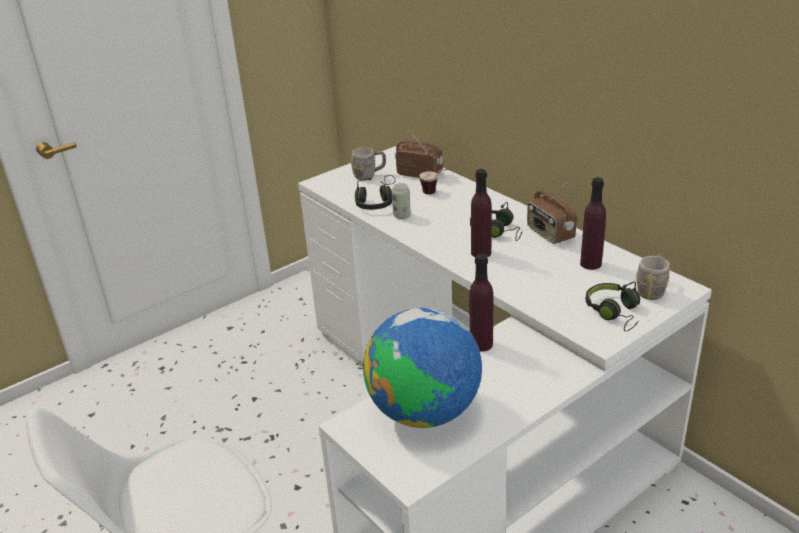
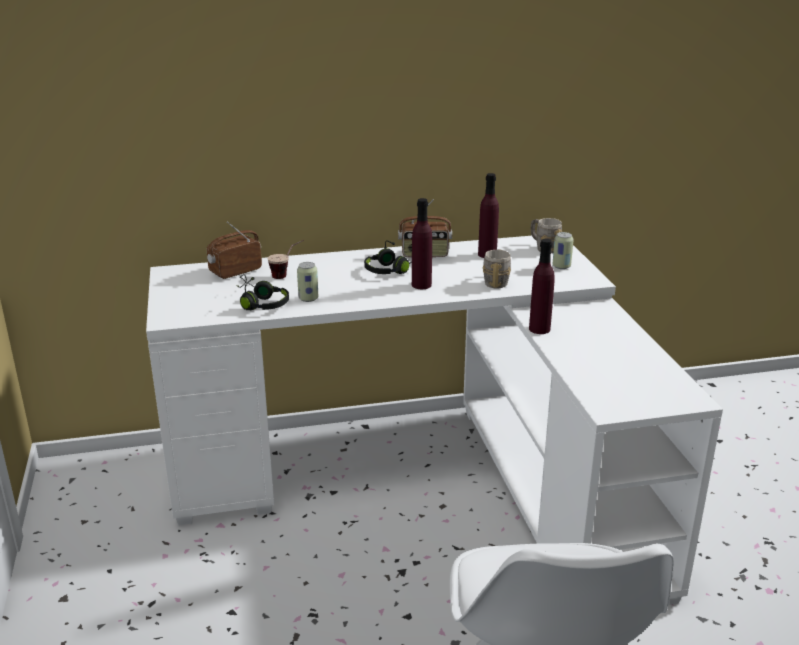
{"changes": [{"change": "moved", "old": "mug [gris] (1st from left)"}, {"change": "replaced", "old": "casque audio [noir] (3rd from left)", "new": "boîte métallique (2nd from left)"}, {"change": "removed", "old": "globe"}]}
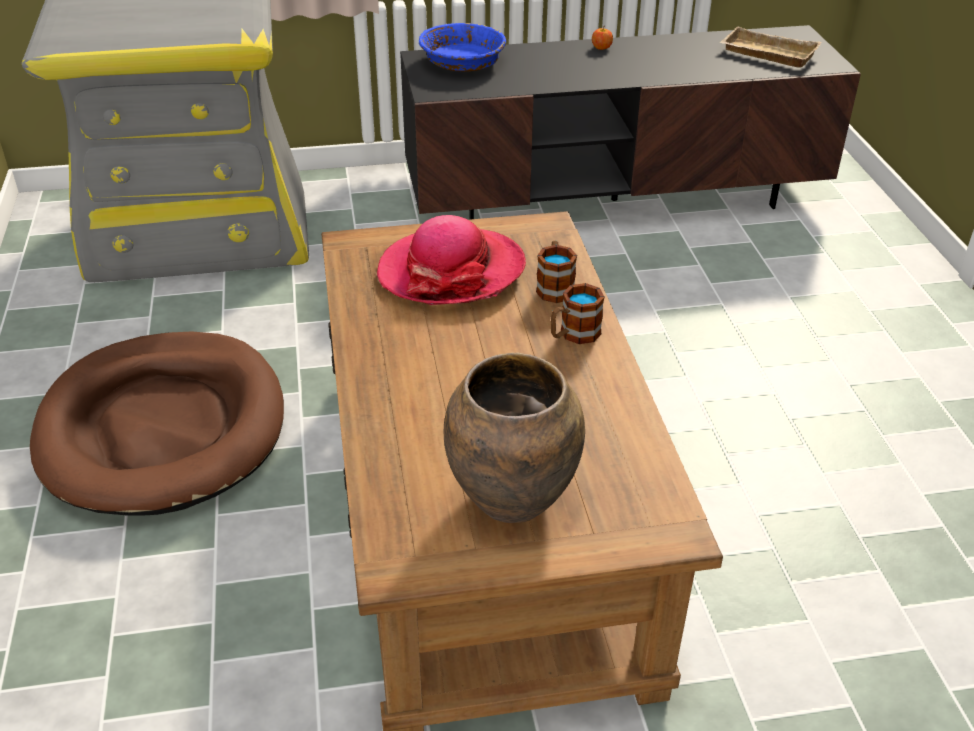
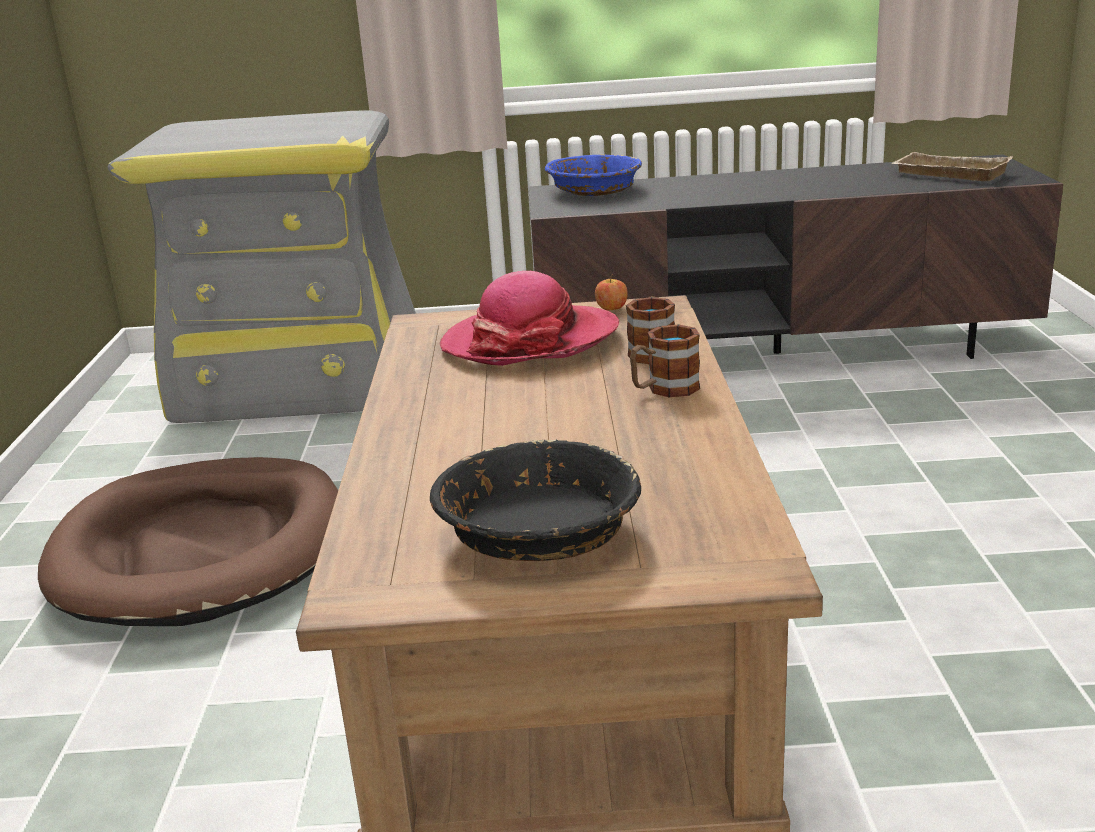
{"changes": [{"change": "moved", "old": "pomme"}, {"change": "replaced", "old": "vase [marron]", "new": "bol [noir]"}]}
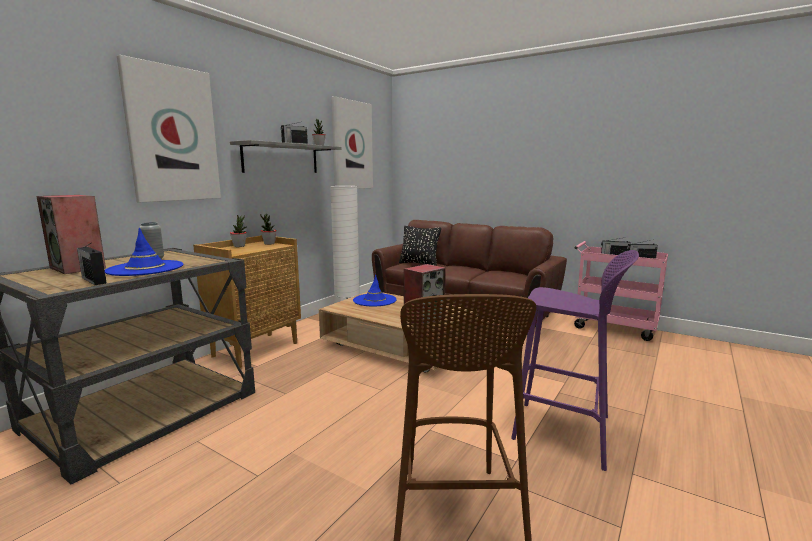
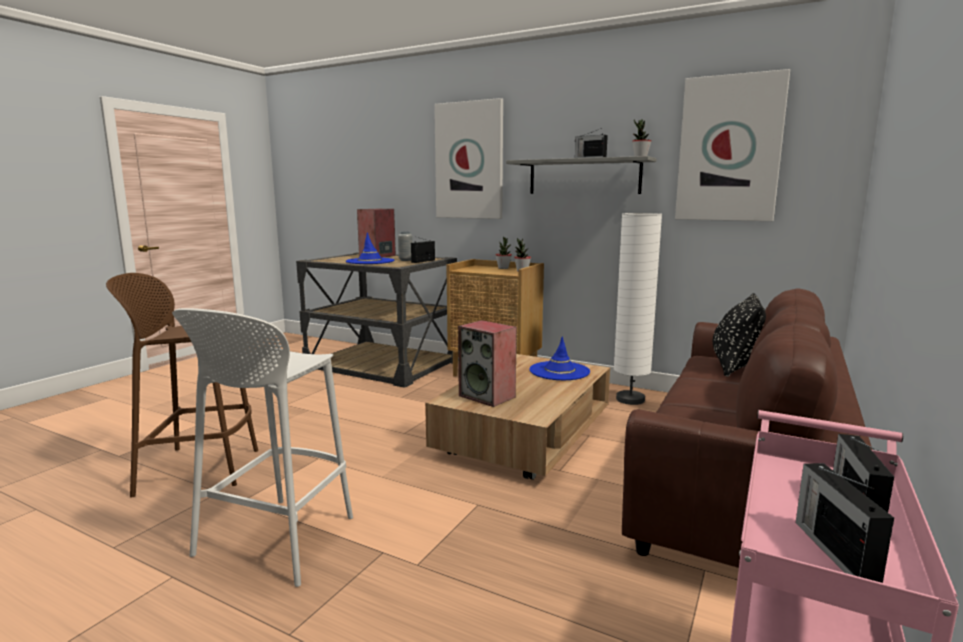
{"changes": [{"change": "moved", "old": "radio (1st from left)"}, {"change": "recoloured", "old": "tabouret [violet]", "new": "tabouret [blanc]"}]}
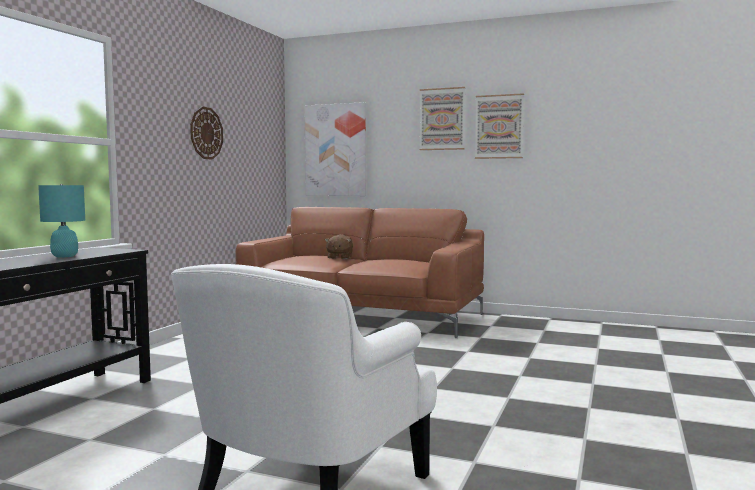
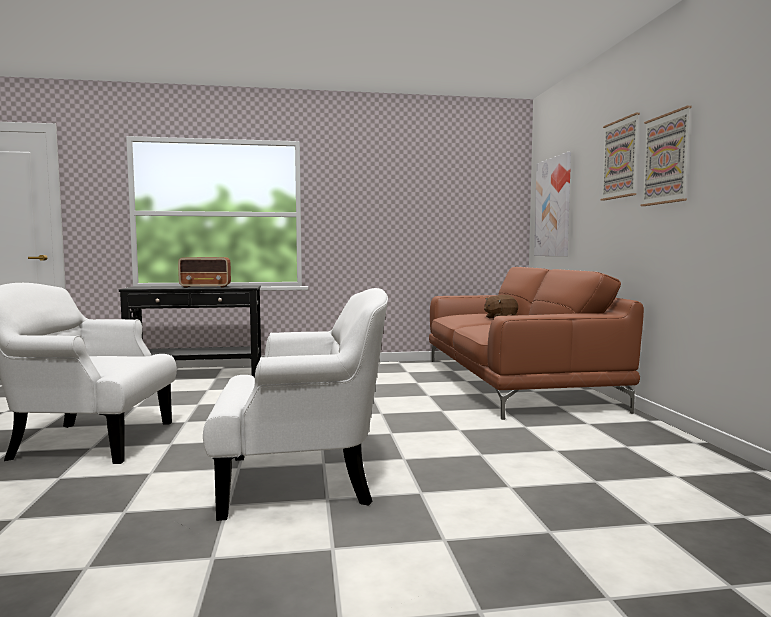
{"changes": [{"change": "removed", "old": "horloge murale"}, {"change": "replaced", "old": "lampe de table [turquoise]", "new": "radio"}, {"change": "added", "new": "fauteuil [blanc] (2nd from left)"}]}
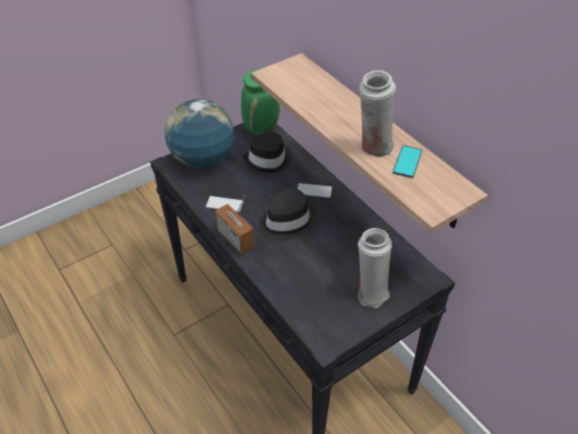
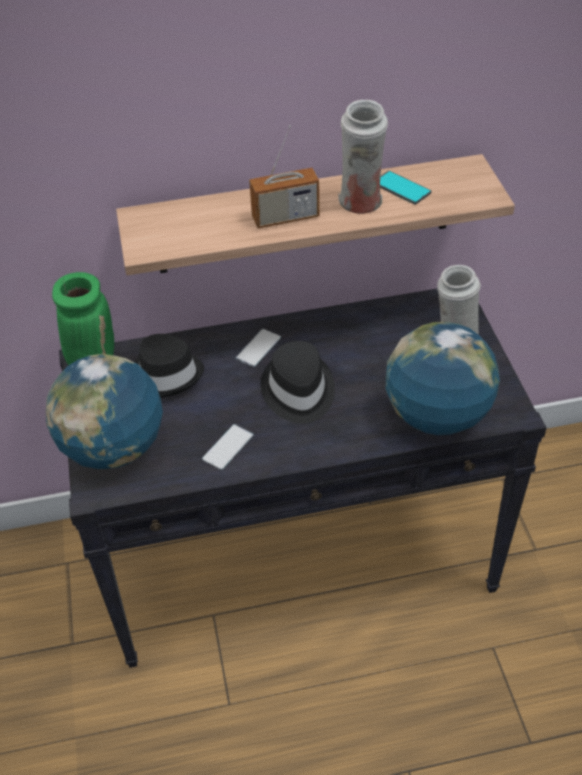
{"changes": [{"change": "moved", "old": "radio"}, {"change": "added", "new": "globe (2nd from left)"}]}
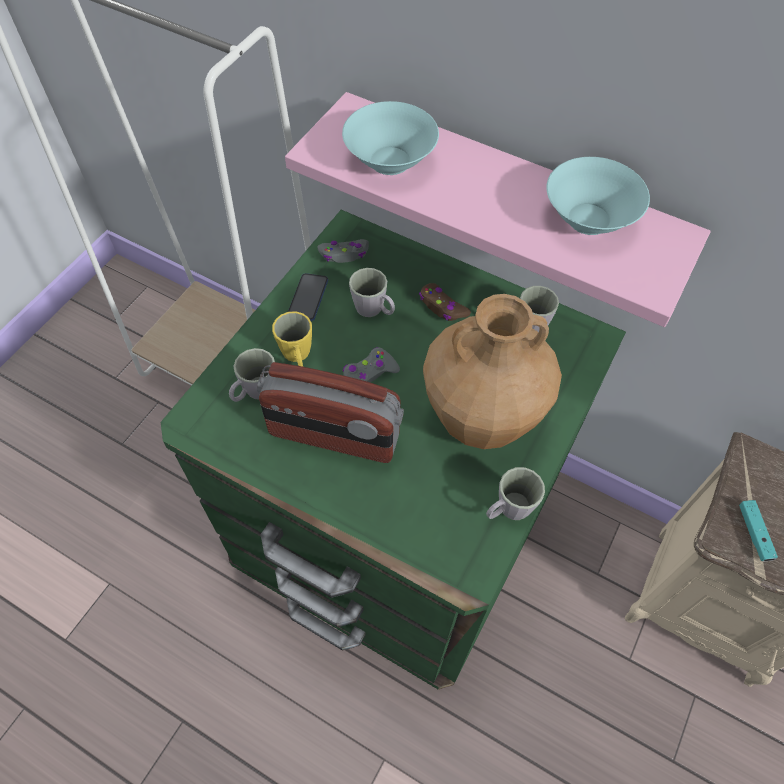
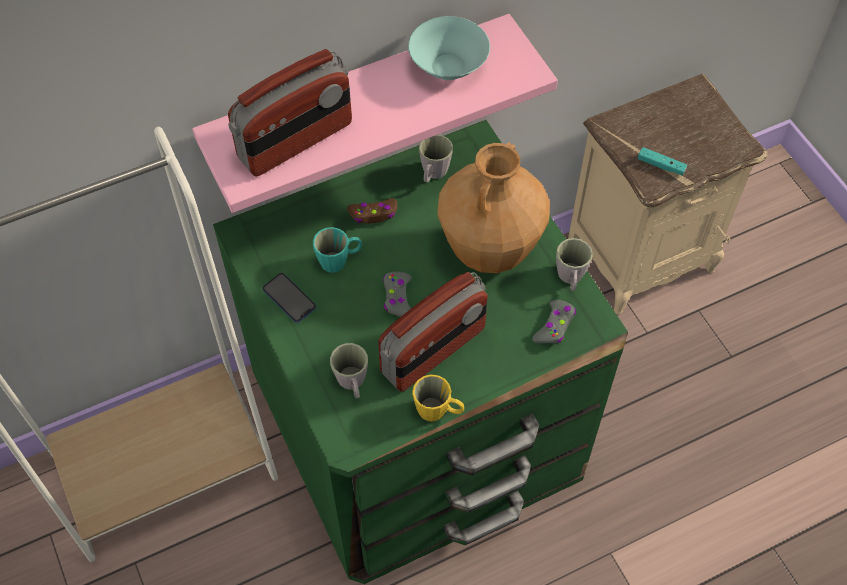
{"changes": [{"change": "replaced", "old": "bol [turquoise] (1st from left)", "new": "radio (1st from left)"}, {"change": "moved", "old": "manette [gris] (1st from left in the first image)", "new": "manette [gris] (2nd from left)"}, {"change": "recoloured", "old": "mug [gris] (2nd from left)", "new": "mug [turquoise]"}, {"change": "moved", "old": "mug [jaune]"}]}
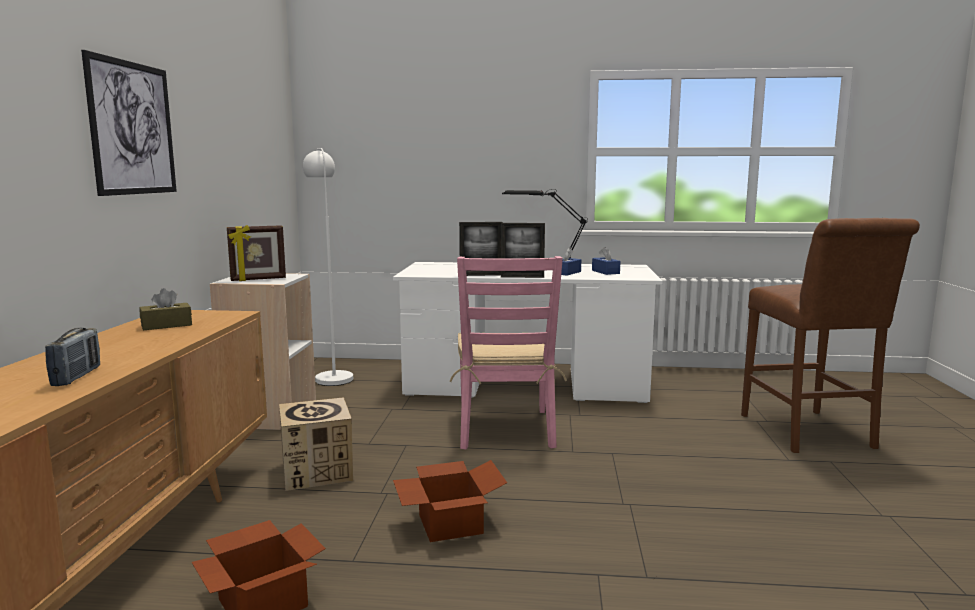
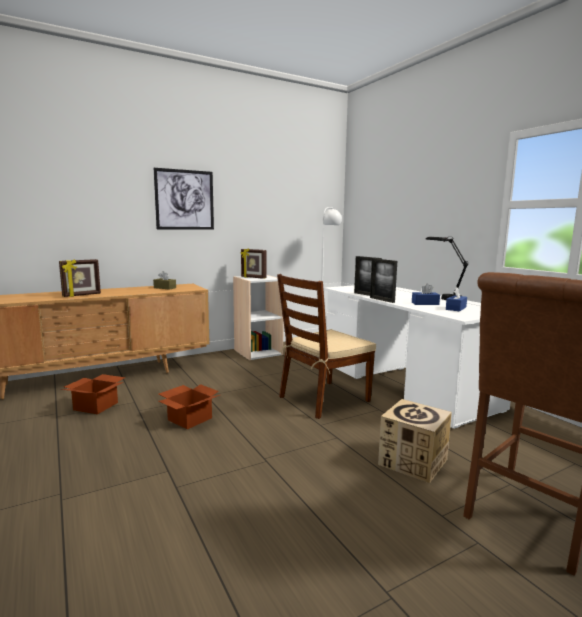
{"changes": [{"change": "recoloured", "old": "chaise [rose]", "new": "chaise [marron]"}, {"change": "replaced", "old": "radio", "new": "cadre photo (1st from left)"}, {"change": "moved", "old": "carton (2nd from left in the first image)", "new": "carton (3rd from left)"}]}
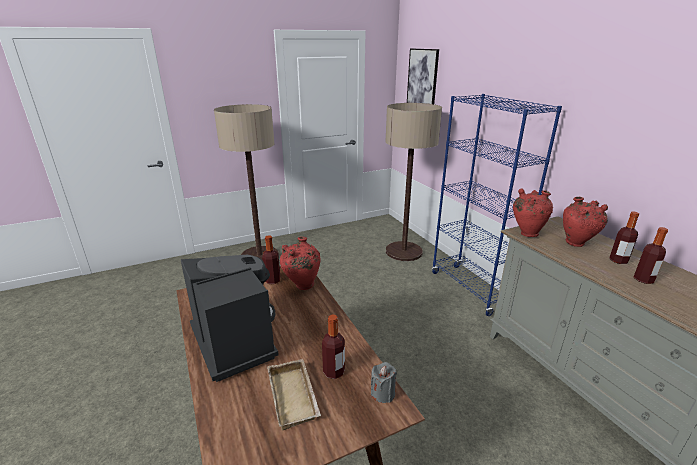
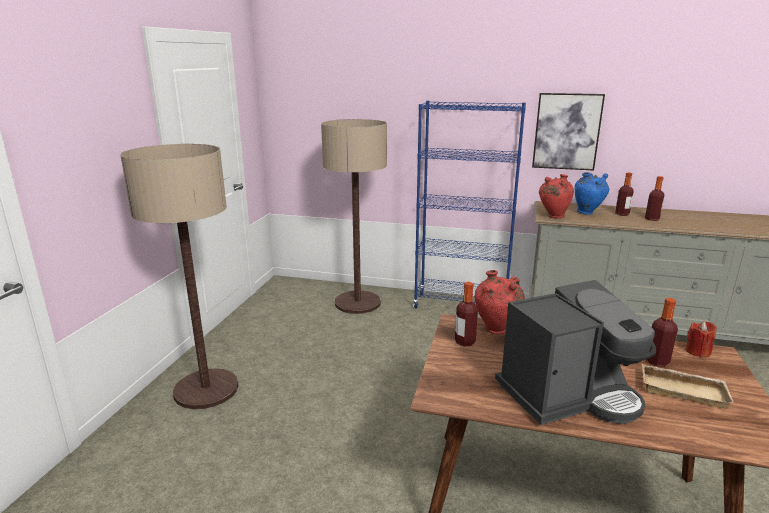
{"changes": [{"change": "moved", "old": "tableau"}, {"change": "recoloured", "old": "vase [rouge] (3rd from left)", "new": "vase [bleu]"}, {"change": "turned", "old": "machine à café", "degrees": 150}, {"change": "recoloured", "old": "bougie [gris]", "new": "bougie [rouge]"}]}
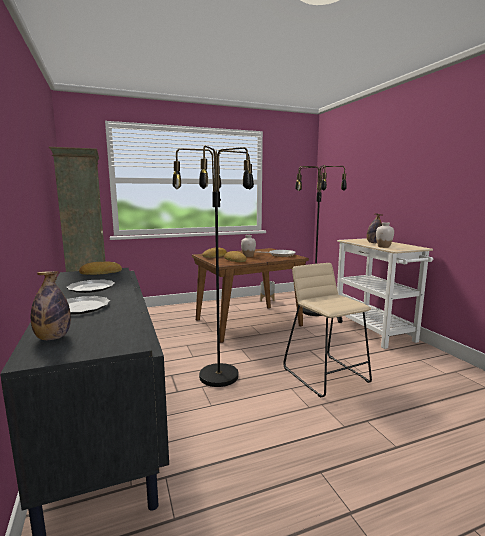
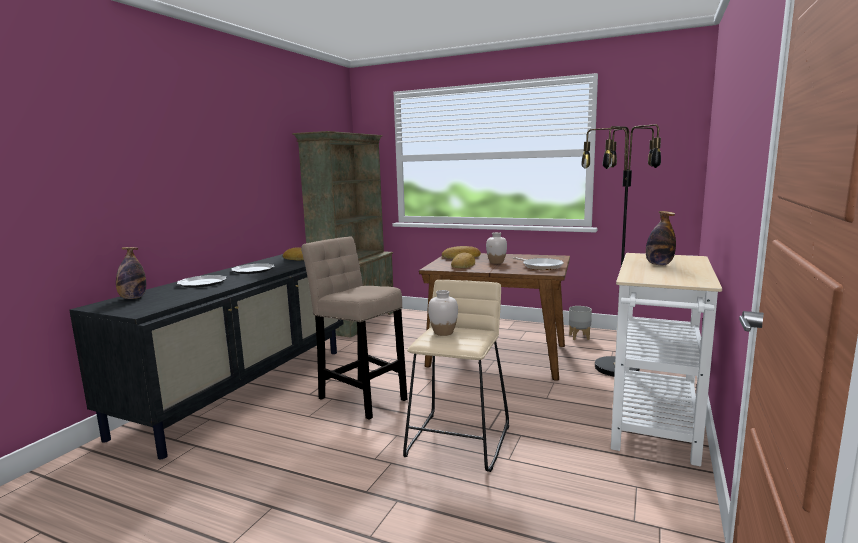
{"changes": [{"change": "replaced", "old": "lampadaire (1st from left)", "new": "tabouret [beige] (1st from left)"}, {"change": "moved", "old": "vase [blanc] (2nd from left in the first image)", "new": "vase [blanc] (1st from left)"}]}
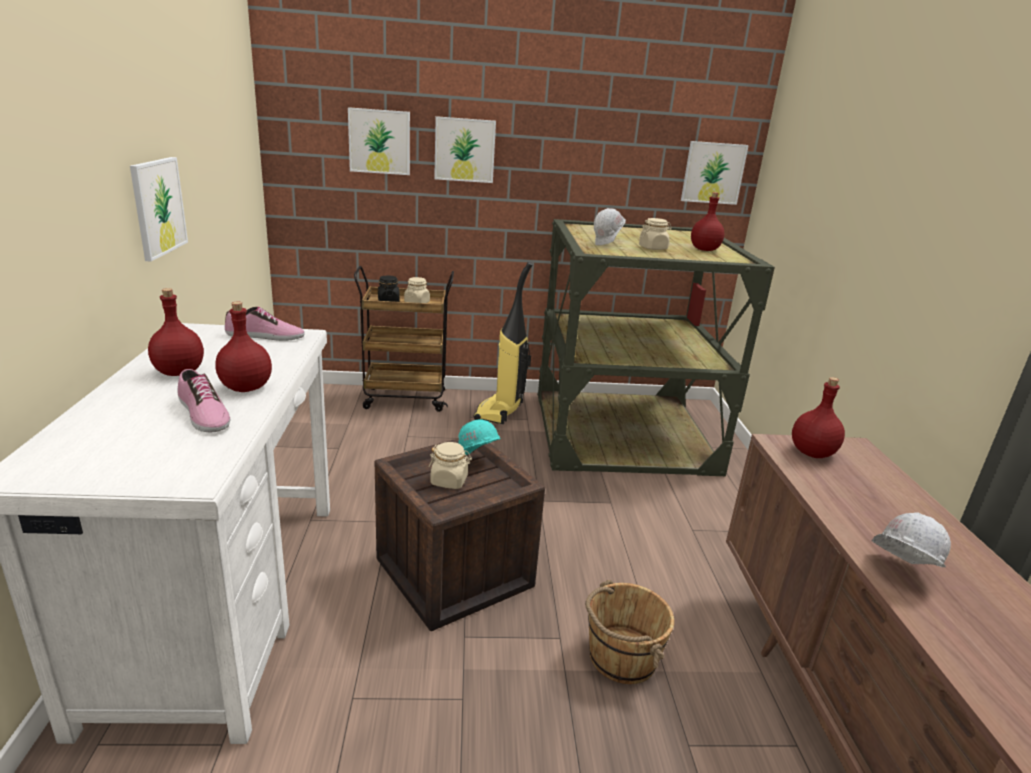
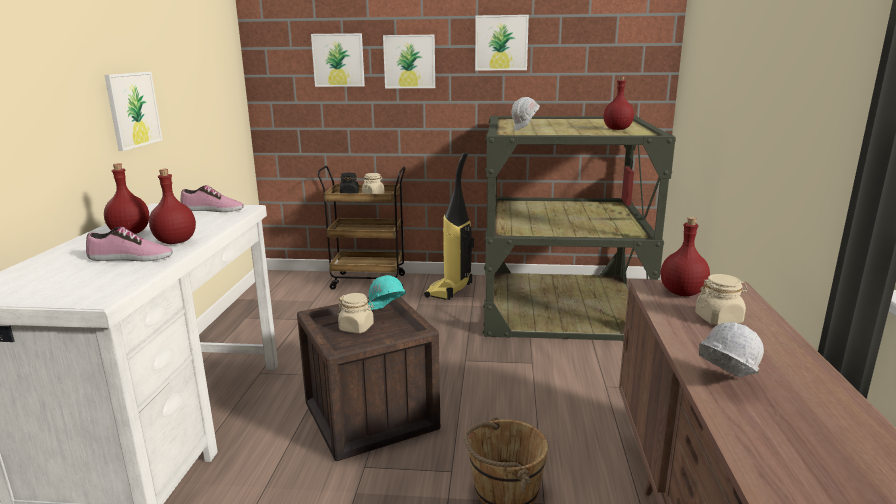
{"changes": [{"change": "moved", "old": "tableau (4th from left)"}, {"change": "moved", "old": "bocal [beige] (3rd from left)"}, {"change": "turned", "old": "chaussure (1st from left)", "degrees": -60}]}
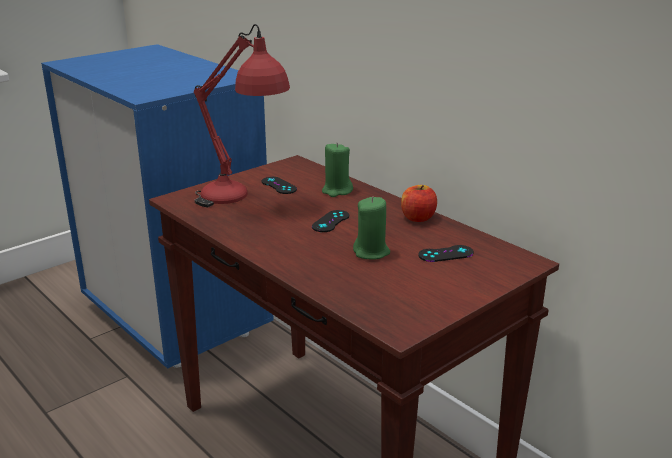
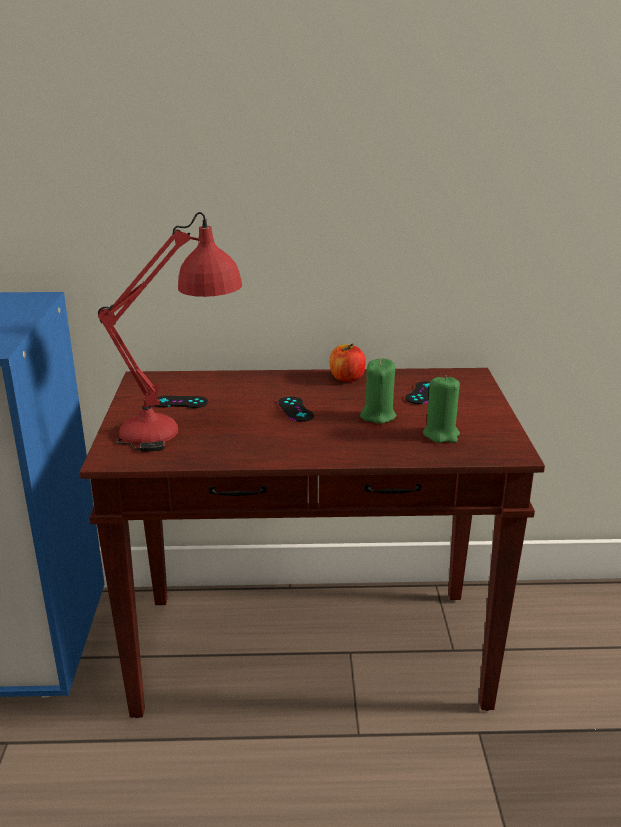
{"changes": [{"change": "moved", "old": "bougie [vert] (1st from left in the first image)", "new": "bougie [vert] (2nd from left)"}]}
